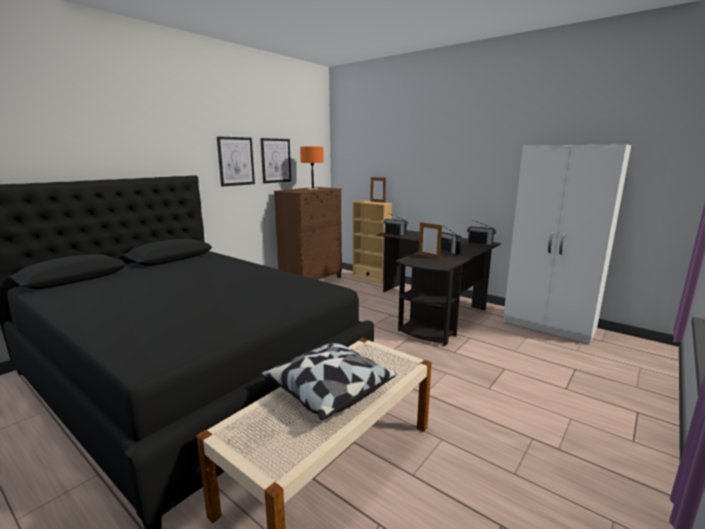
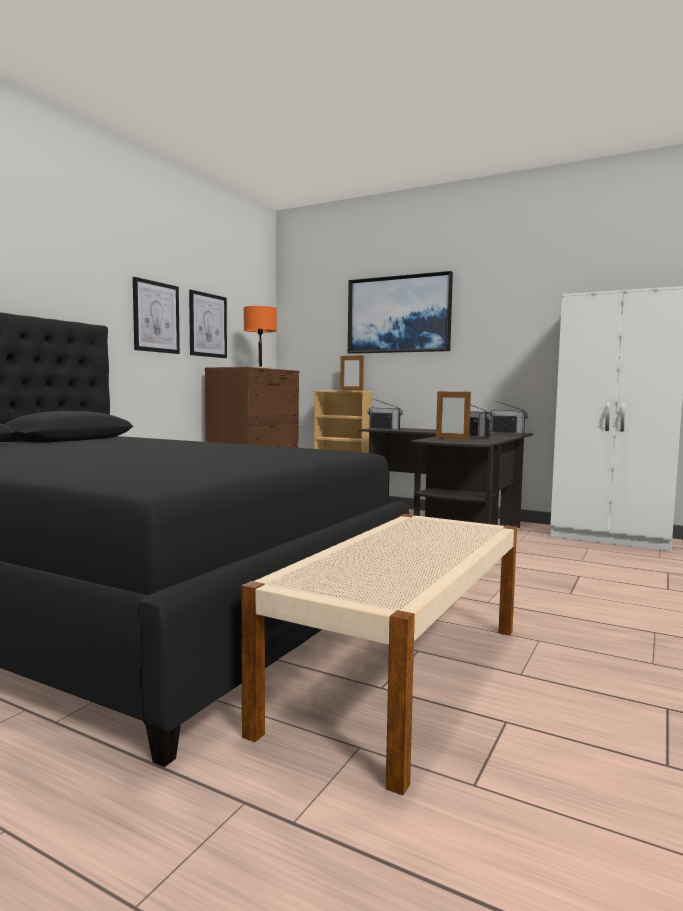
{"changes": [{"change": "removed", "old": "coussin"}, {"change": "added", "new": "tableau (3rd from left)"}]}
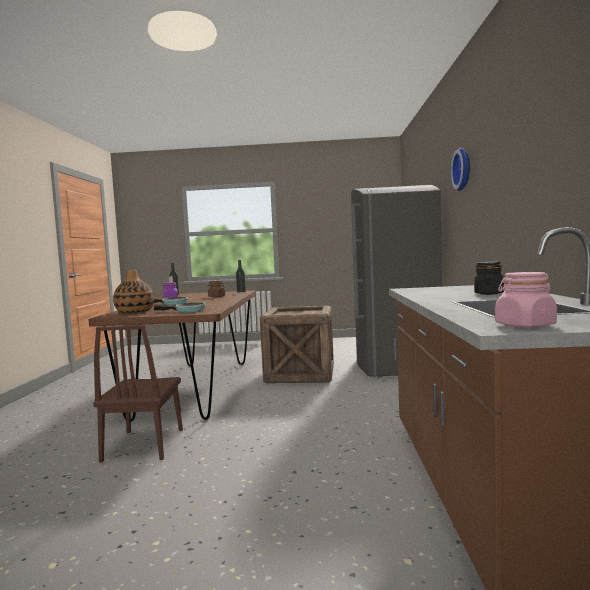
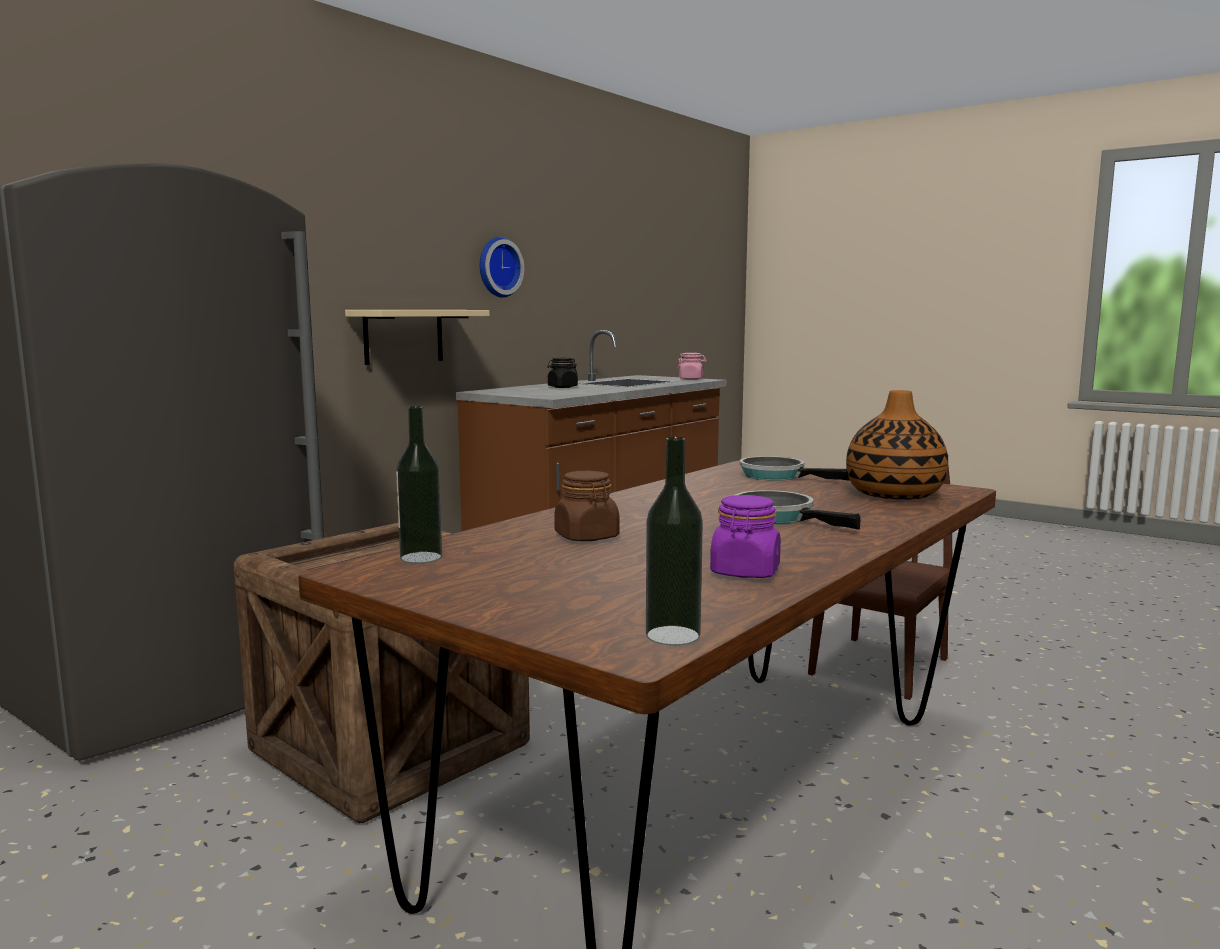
{"changes": [{"change": "moved", "old": "horloge murale"}, {"change": "added", "new": "étagère [beige]"}]}
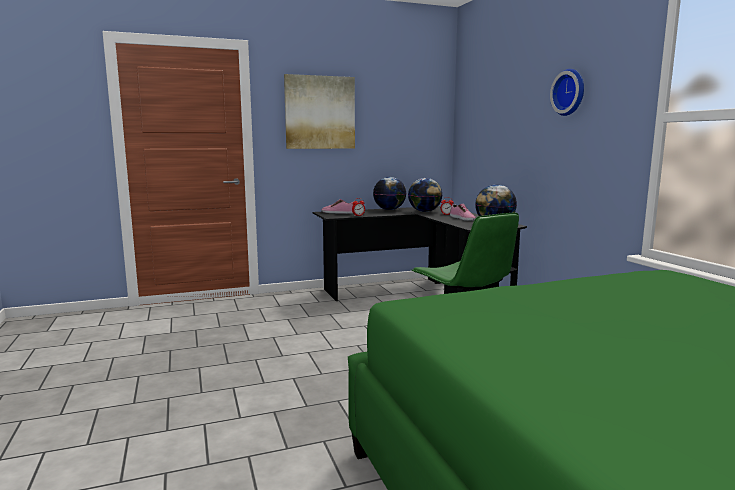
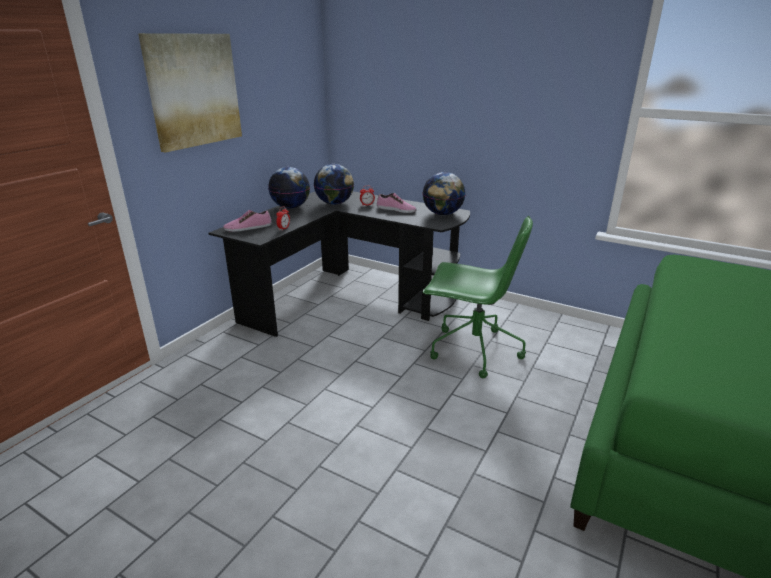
{"changes": [{"change": "removed", "old": "horloge murale"}]}
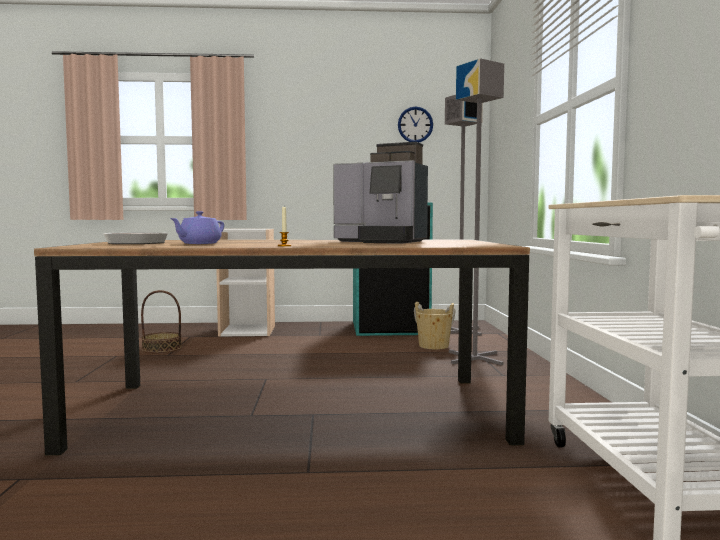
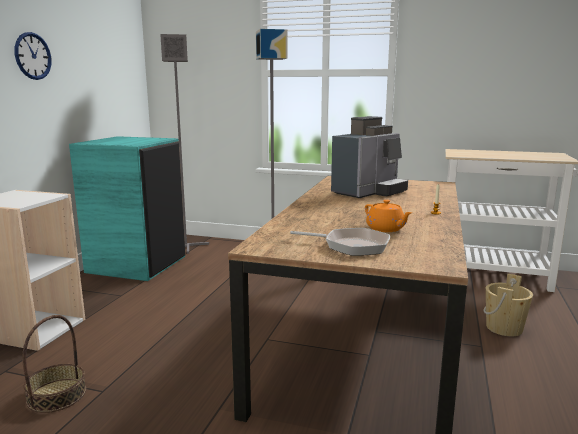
{"changes": [{"change": "moved", "old": "horloge murale"}, {"change": "recoloured", "old": "théière [violet]", "new": "théière [orange]"}, {"change": "moved", "old": "seau [beige]"}]}
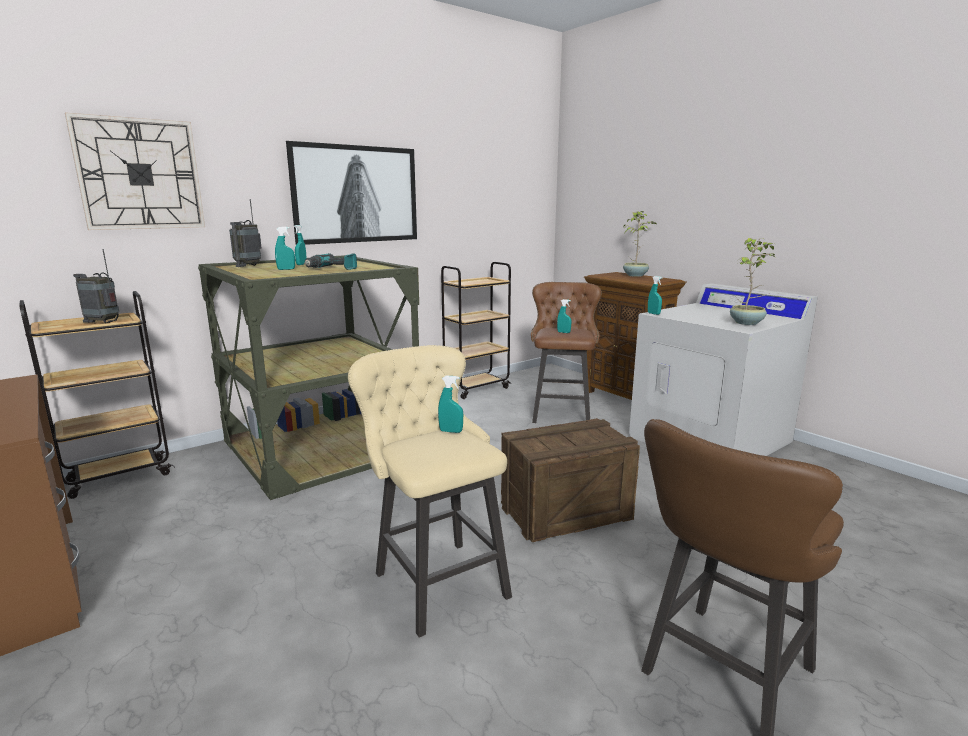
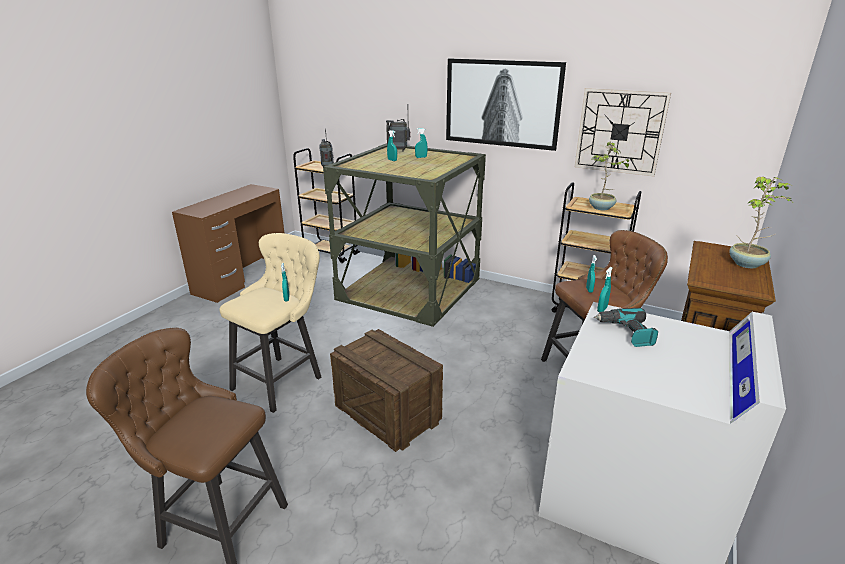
{"changes": [{"change": "moved", "old": "horloge murale"}, {"change": "moved", "old": "plante en pot (2nd from left in the first image)", "new": "plante en pot (1st from left)"}, {"change": "moved", "old": "perceuse"}]}
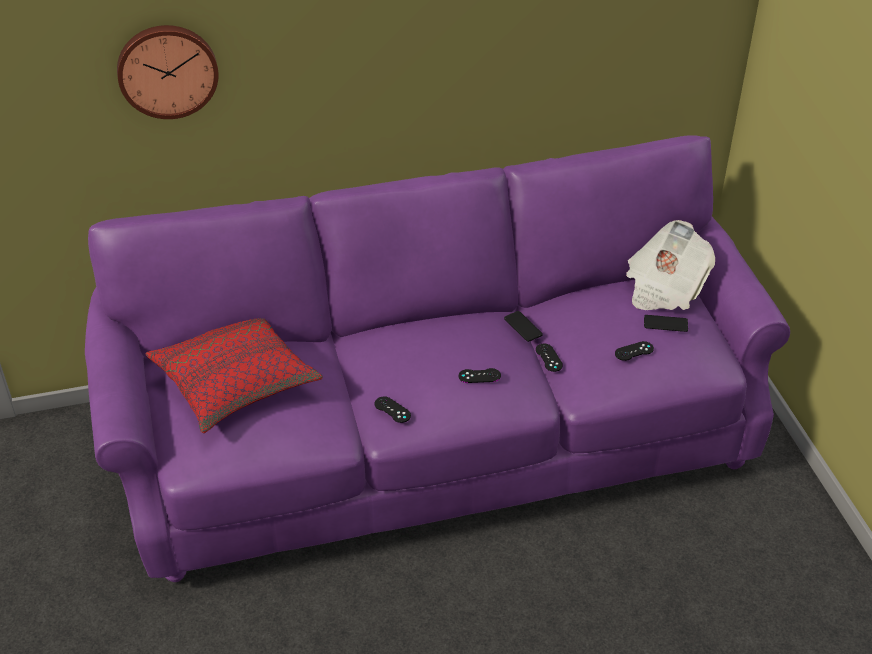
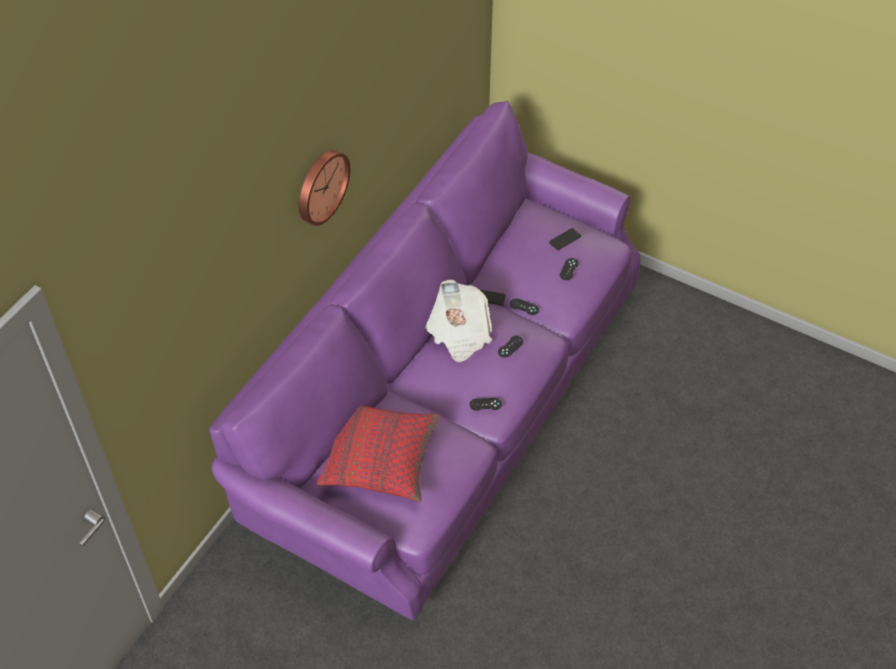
{"changes": [{"change": "moved", "old": "horloge murale"}, {"change": "moved", "old": "journal"}]}
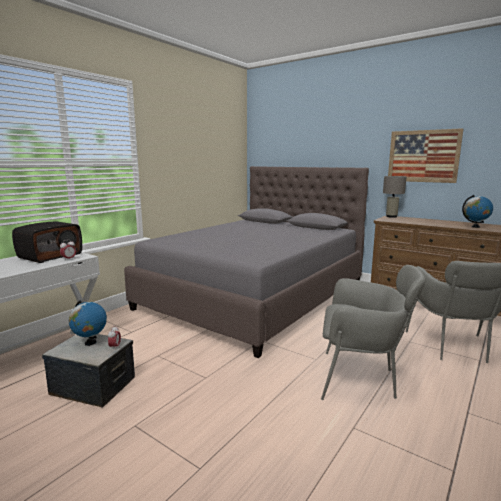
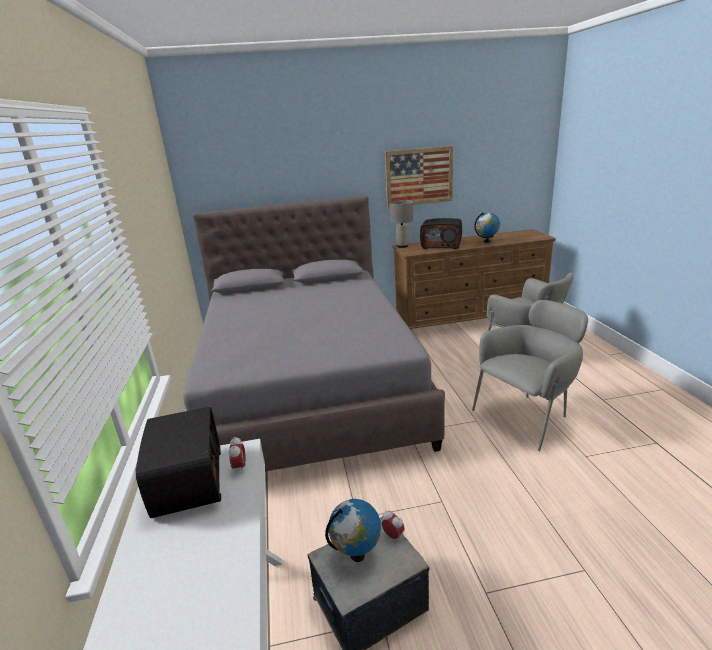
{"changes": [{"change": "added", "new": "radio (2nd from left)"}]}
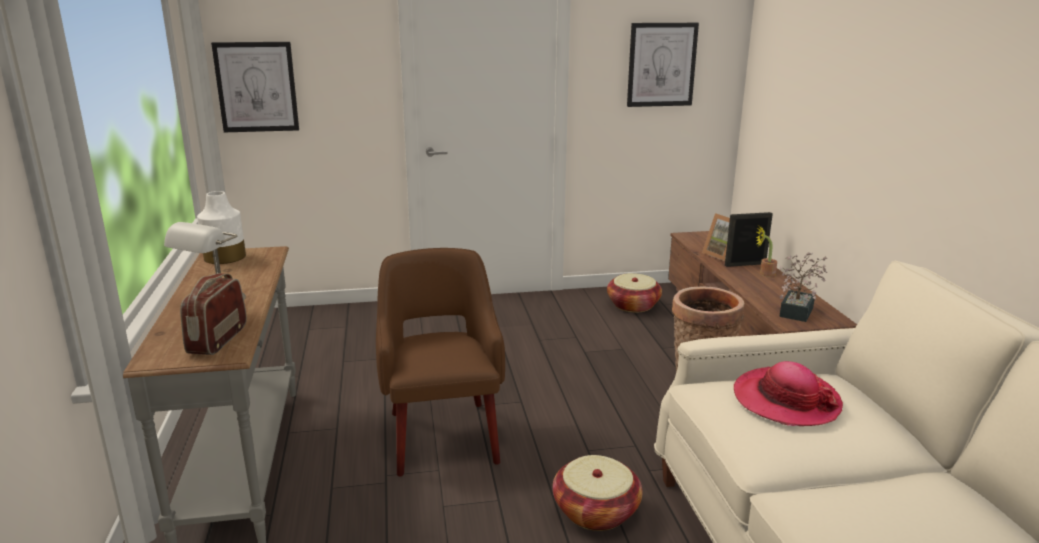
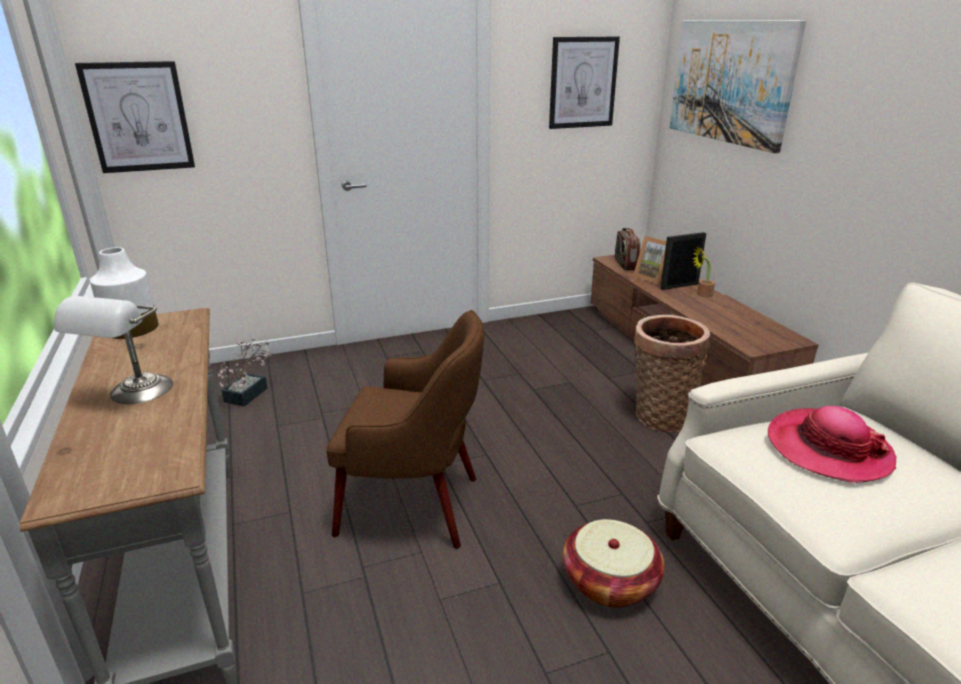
{"changes": [{"change": "turned", "old": "fauteuil [marron]", "degrees": 120}, {"change": "moved", "old": "plante en pot (2nd from left in the first image)", "new": "plante en pot (1st from left)"}, {"change": "moved", "old": "radio"}, {"change": "removed", "old": "panier (2nd from left)"}, {"change": "added", "new": "tableau (3rd from left)"}]}
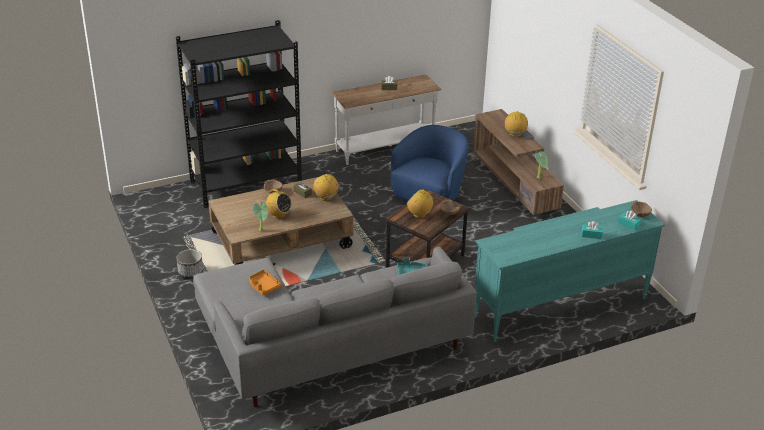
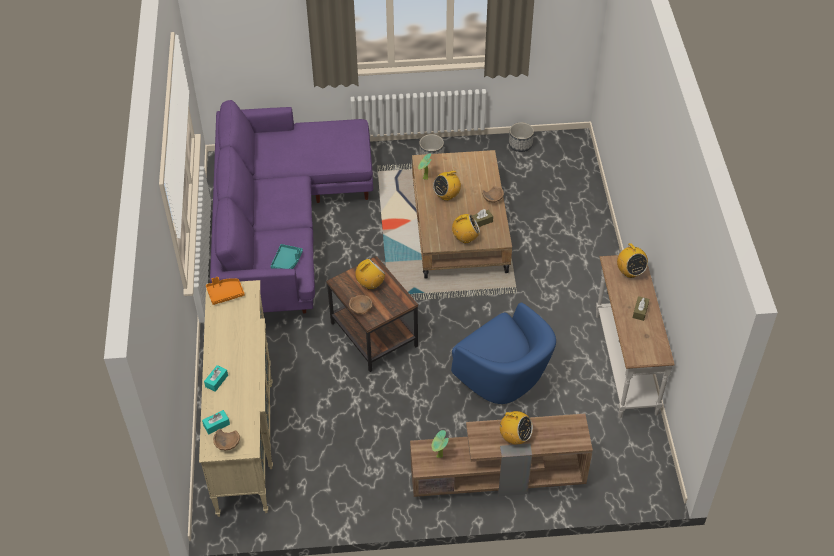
{"changes": [{"change": "removed", "old": "bibliothèque [noir]"}, {"change": "recoloured", "old": "meuble de rangement [turquoise]", "new": "meuble de rangement [beige]"}, {"change": "recoloured", "old": "canapé [gris]", "new": "canapé [violet]"}, {"change": "moved", "old": "plateau [orange]"}, {"change": "added", "new": "cache-pot (2nd from left)"}, {"change": "added", "new": "radio (5th from left)"}]}
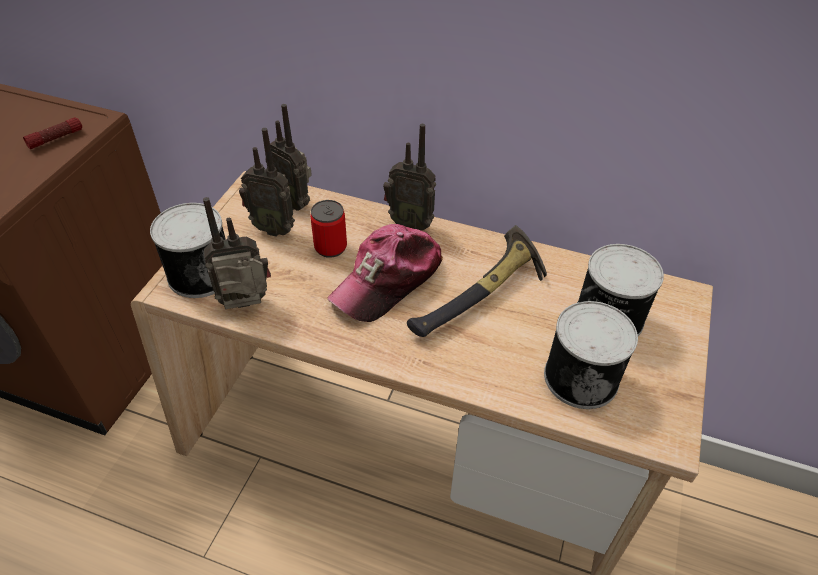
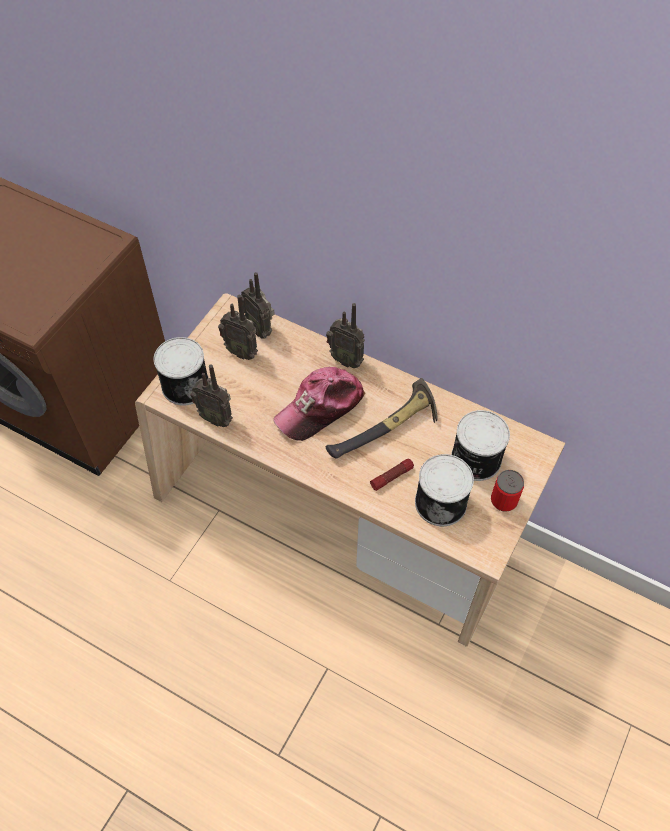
{"changes": [{"change": "moved", "old": "lampe de poche"}, {"change": "turned", "old": "radio (1st from left)", "degrees": -150}, {"change": "moved", "old": "boîte métallique (2nd from left in the first image)", "new": "boîte métallique (4th from left)"}]}
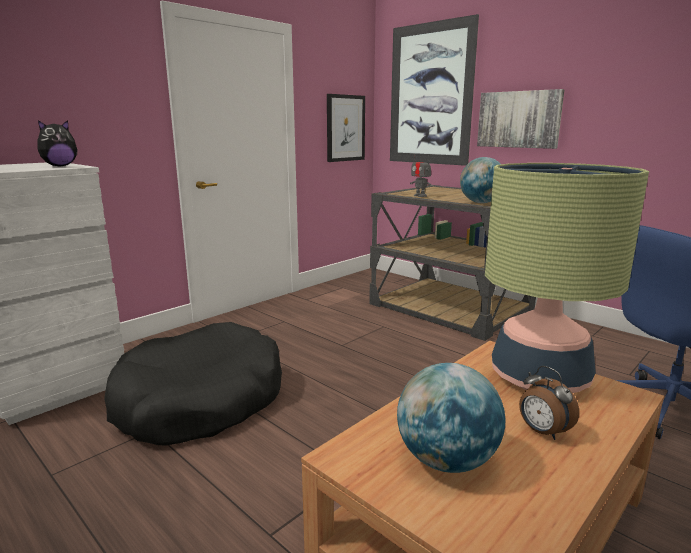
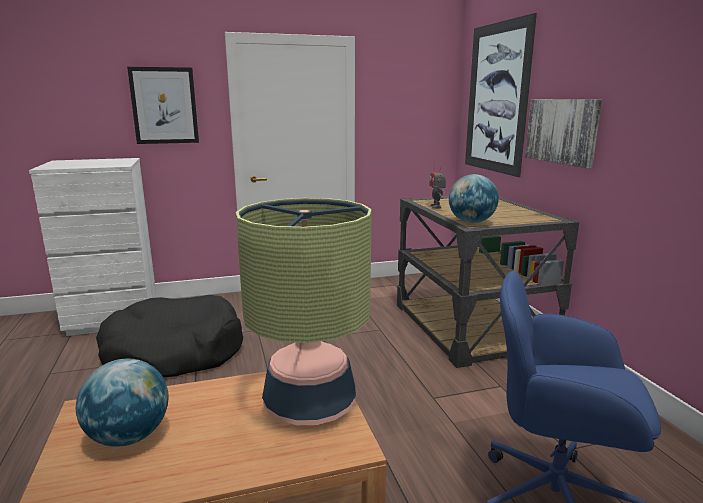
{"changes": [{"change": "moved", "old": "tableau (1st from left)"}, {"change": "removed", "old": "peluche"}, {"change": "removed", "old": "réveil"}]}
